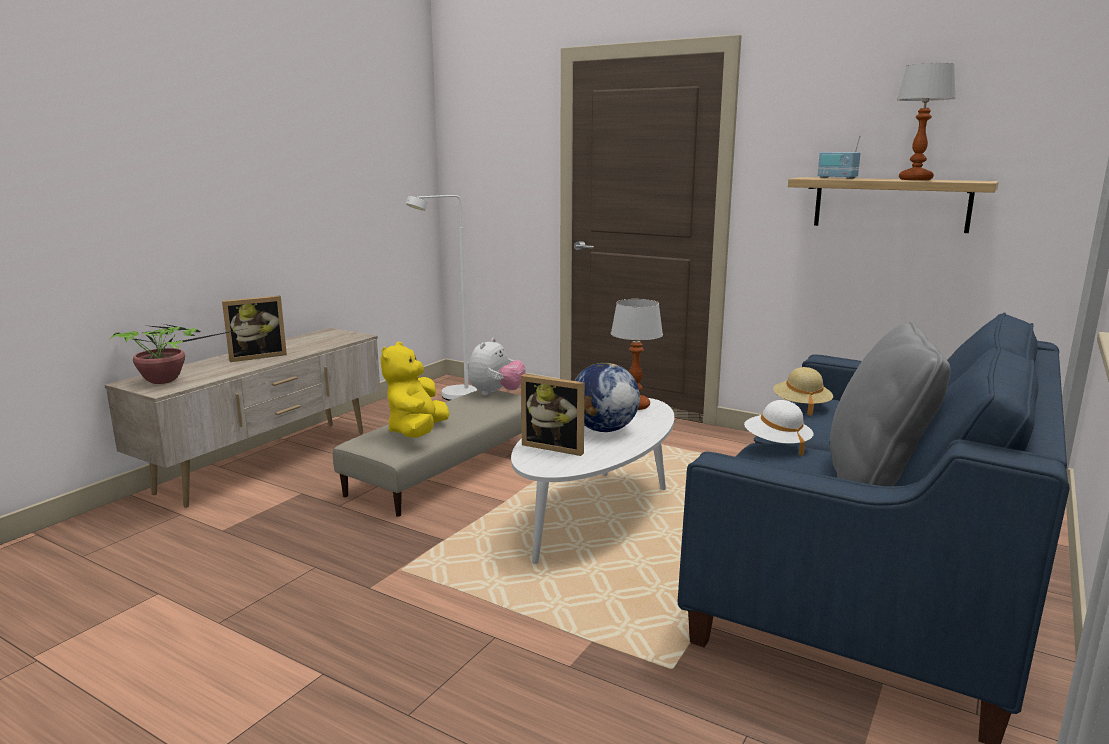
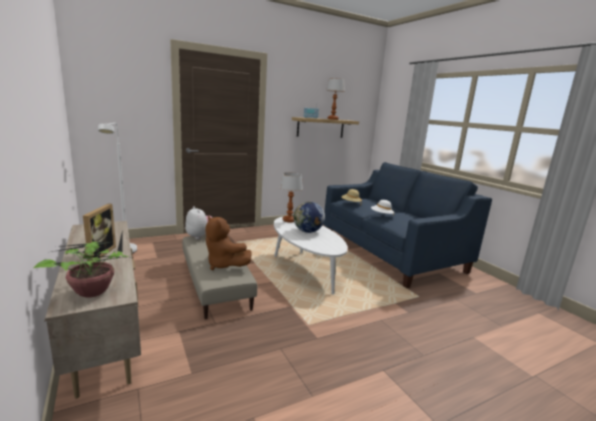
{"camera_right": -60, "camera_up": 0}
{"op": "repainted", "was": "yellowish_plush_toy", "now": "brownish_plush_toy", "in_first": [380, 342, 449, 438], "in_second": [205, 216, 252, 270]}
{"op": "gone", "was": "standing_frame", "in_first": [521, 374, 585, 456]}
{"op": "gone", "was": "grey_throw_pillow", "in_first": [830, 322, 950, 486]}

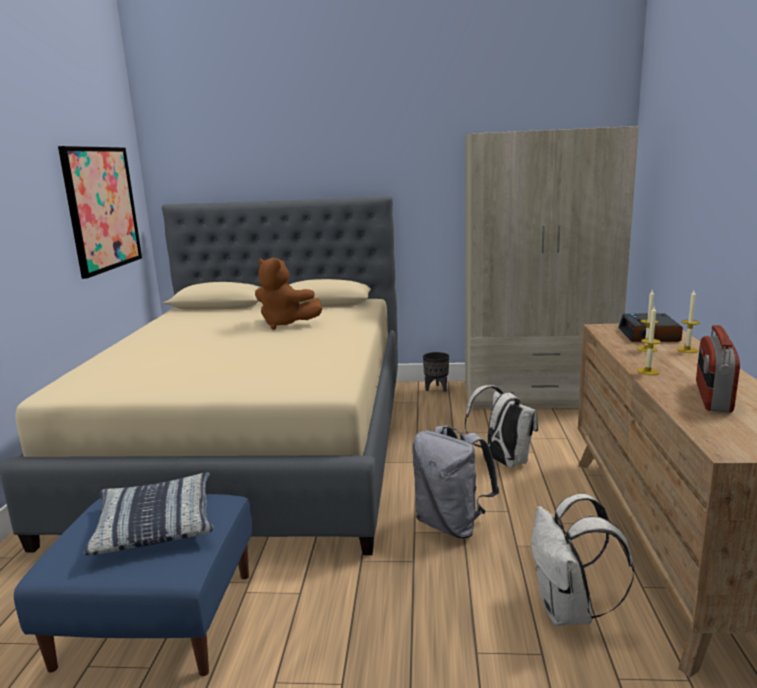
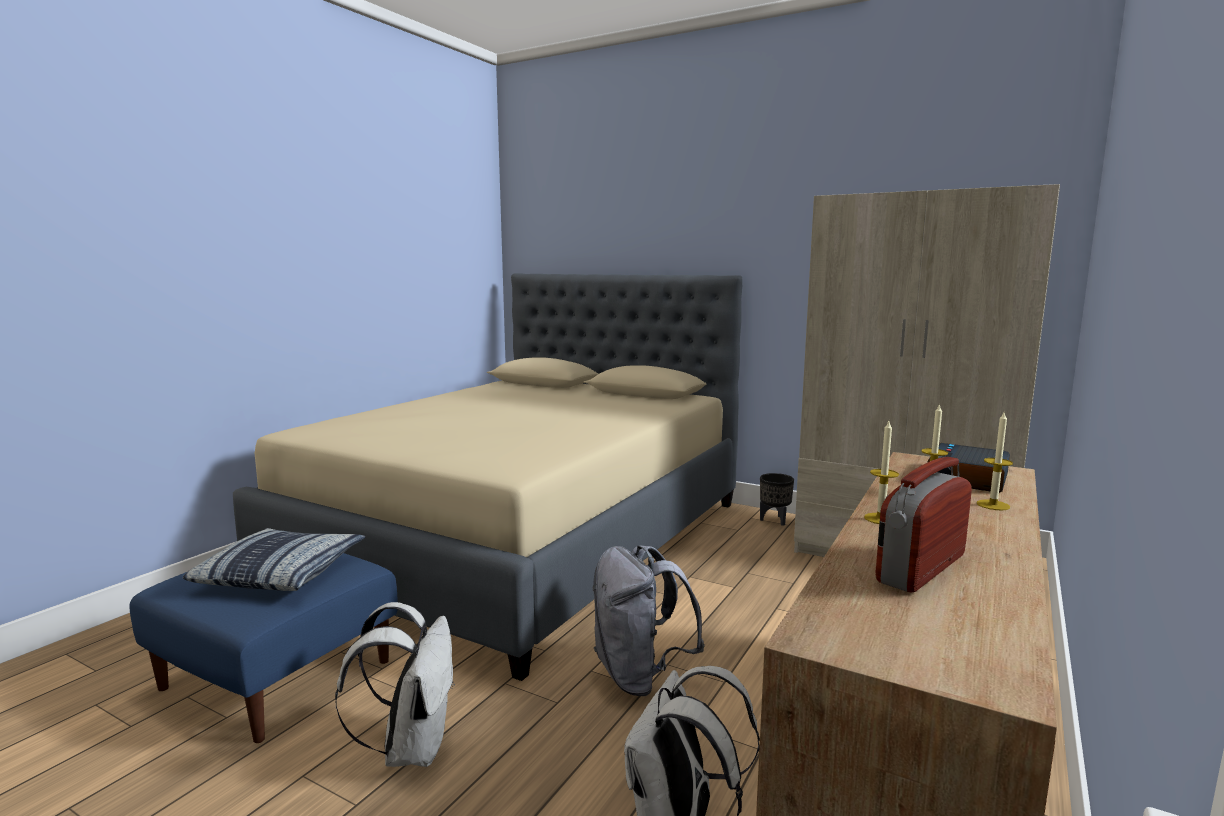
{"camera_right": 25, "camera_up": -5}
{"op": "gone", "was": "wall_art", "in_first": [58, 146, 142, 279]}
{"op": "gone", "was": "brownish_plush_toy", "in_first": [255, 258, 322, 330]}
{"op": "shifted", "was": "whitish_rucksack", "in_first": [465, 385, 538, 467], "in_second": [335, 602, 455, 767]}

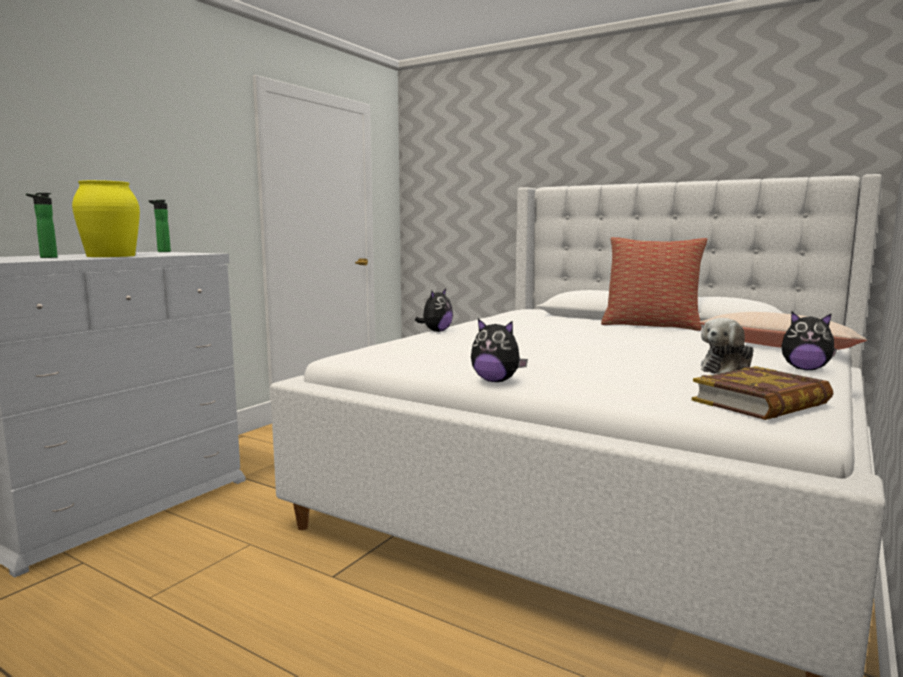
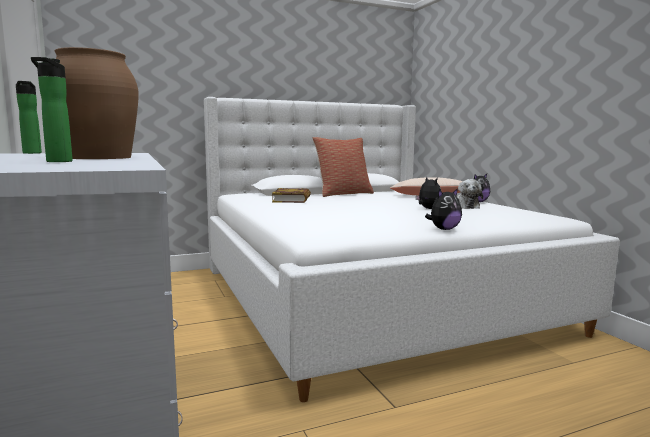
{"camera_right": -55, "camera_up": 0}
{"op": "repainted", "was": "yellowish_vase", "now": "brownish_vase", "in_first": [72, 180, 140, 257], "in_second": [55, 47, 139, 159]}
{"op": "shifted", "was": "plush_toy", "in_first": [415, 289, 453, 332], "in_second": [416, 177, 441, 209]}
{"op": "shifted", "was": "volume", "in_first": [692, 366, 834, 420], "in_second": [272, 188, 311, 203]}

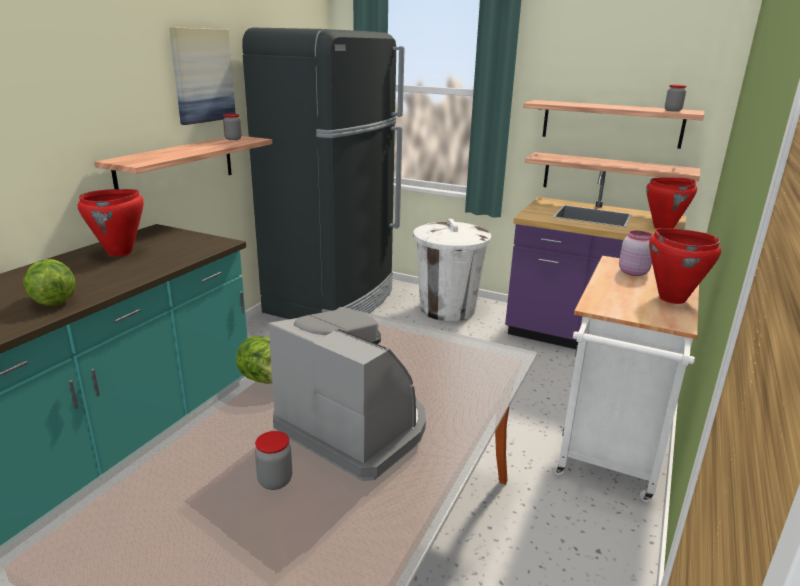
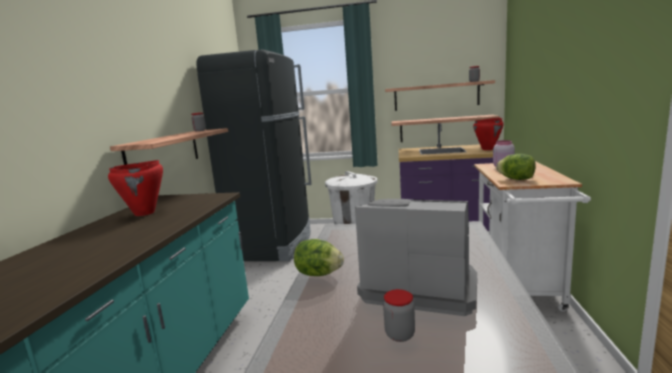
{"camera_right": -15, "camera_up": -10}
{"op": "shifted", "was": "lettuce_head", "in_first": [23, 259, 76, 306], "in_second": [496, 154, 536, 180]}
{"op": "gone", "was": "wall_art", "in_first": [169, 27, 236, 125]}
{"op": "gone", "was": "reddish_saucepot", "in_first": [649, 228, 721, 304]}

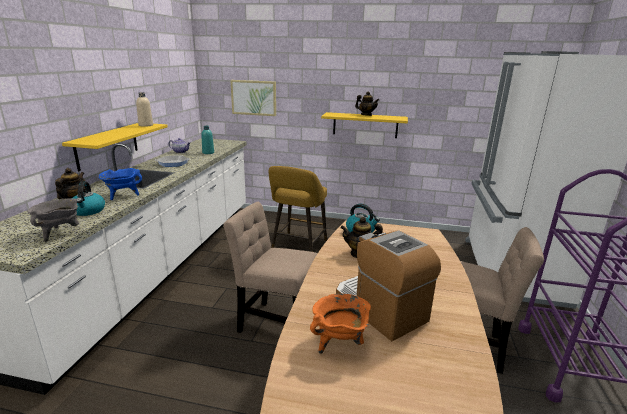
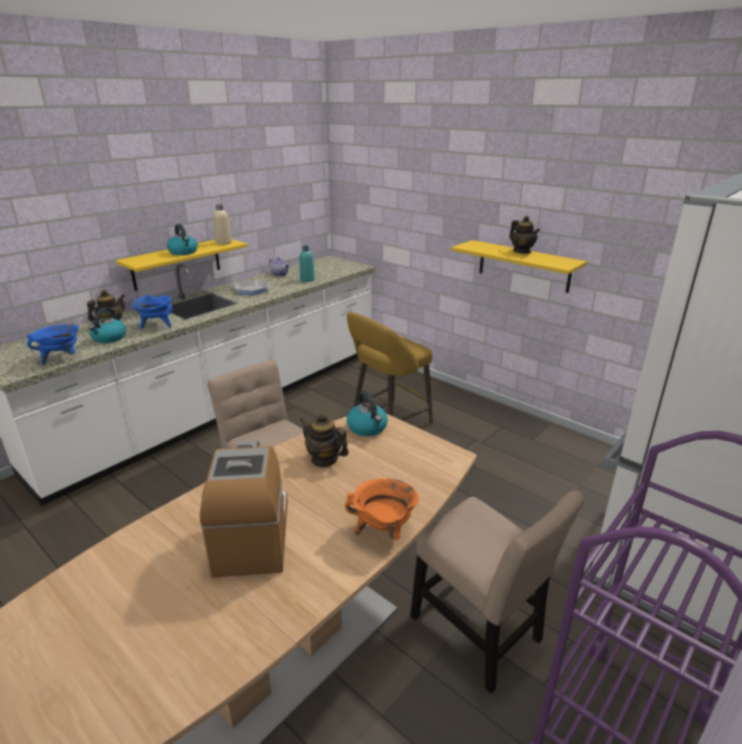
{"camera_right": 30, "camera_up": 5}
{"op": "repainted", "was": "grey_saucepot", "now": "blue-coloured_saucepot", "in_first": [27, 198, 79, 242], "in_second": [27, 324, 79, 365]}
{"op": "gone", "was": "wall_art", "in_first": [230, 80, 276, 116]}
{"op": "shifted", "was": "orange-coloured_saucepot", "in_first": [310, 294, 371, 354], "in_second": [345, 478, 419, 540]}
{"op": "new", "now": "kettle", "in_second": [167, 224, 198, 255]}

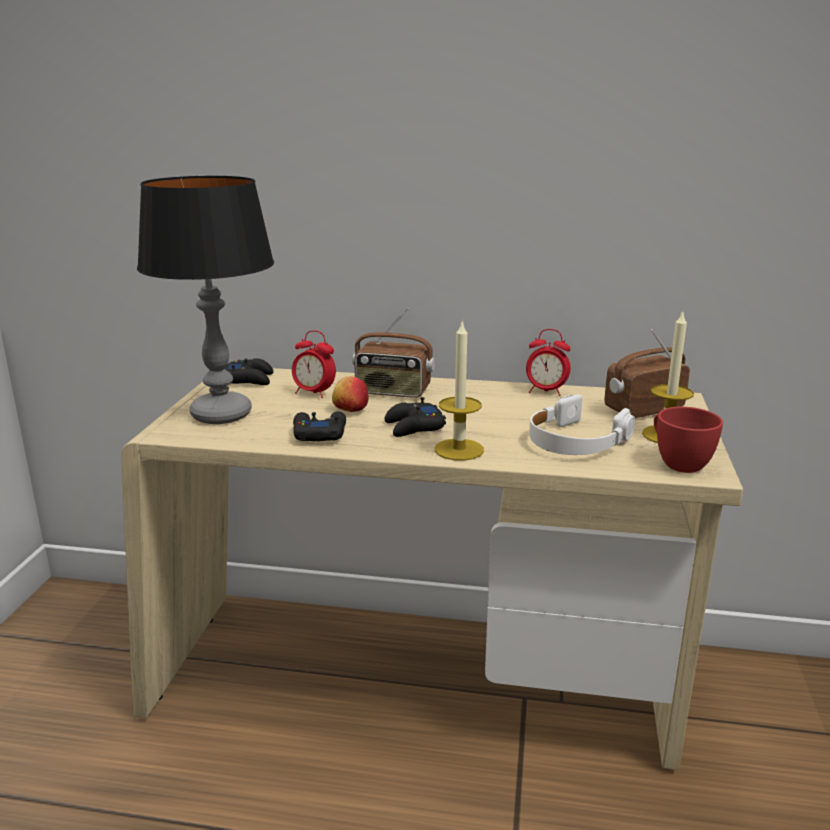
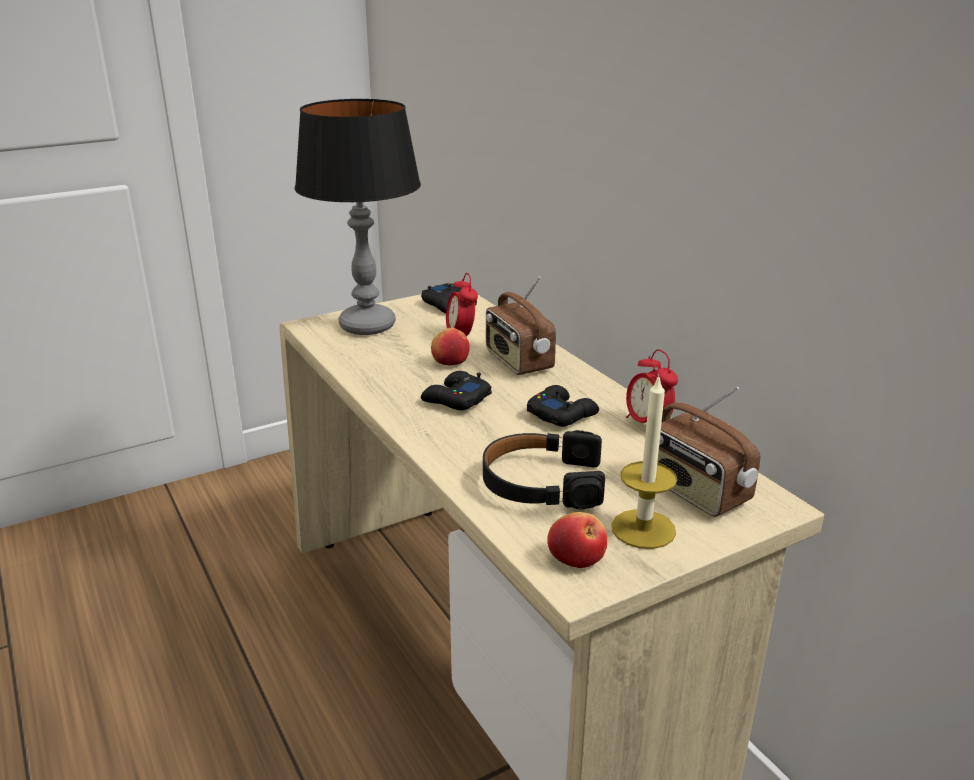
{"camera_right": 50, "camera_up": 5}
{"op": "shifted", "was": "blackish_game_controller", "in_first": [293, 411, 346, 442], "in_second": [527, 385, 599, 427]}
{"op": "gone", "was": "wax_light", "in_first": [435, 322, 484, 461]}
{"op": "repainted", "was": "whitish_headset", "now": "blackish_headset", "in_first": [529, 394, 635, 455], "in_second": [483, 430, 605, 510]}
{"op": "rotated", "was": "radio_set", "in_first": [604, 329, 690, 418], "in_second": [657, 387, 760, 517], "clockwise": -150}
{"op": "swapped", "was": "reddish_small_cup", "now": "apple", "in_first": [654, 407, 723, 473], "in_second": [547, 512, 607, 568]}

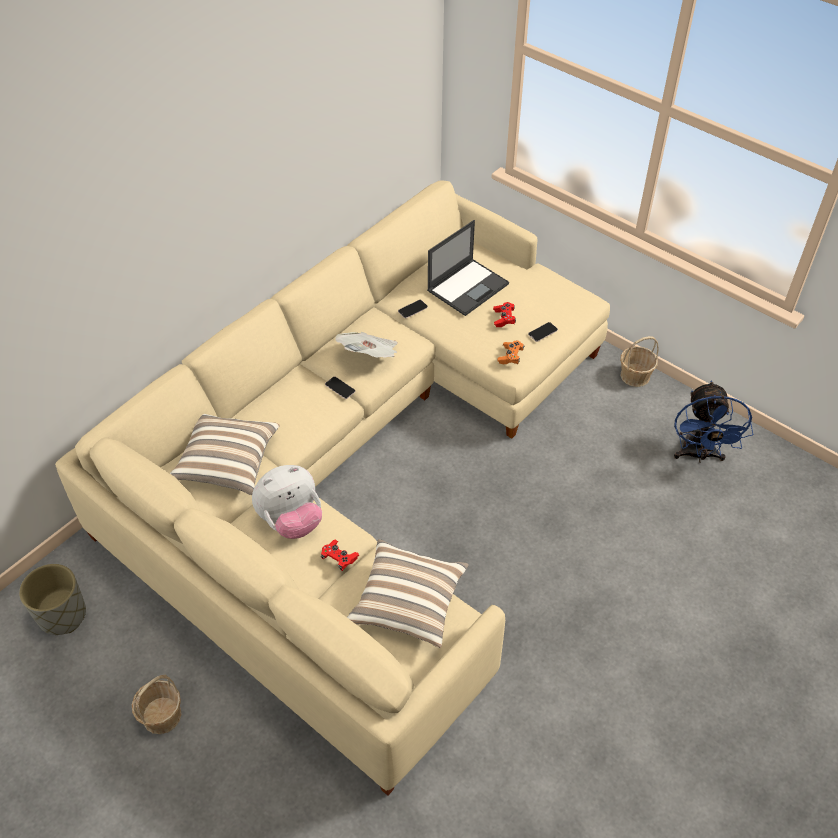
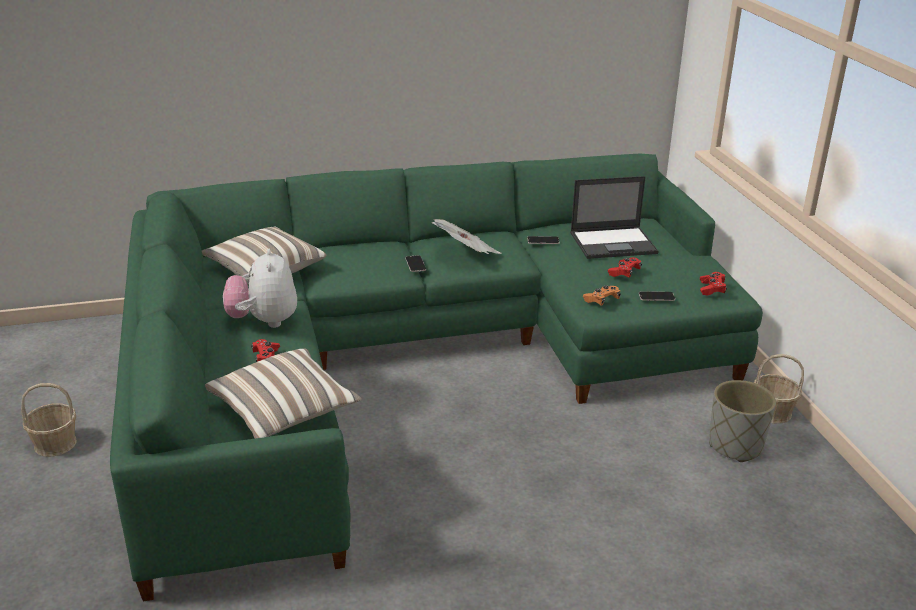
{"camera_right": 35, "camera_up": -20}
{"op": "shifted", "was": "grey_planter", "in_first": [19, 564, 86, 635], "in_second": [709, 380, 776, 462]}
{"op": "repainted", "was": "sand-coloured_settee", "now": "green_settee", "in_first": [55, 180, 610, 796], "in_second": [110, 154, 763, 601]}
{"op": "rotated", "was": "plush_toy", "in_first": [252, 465, 322, 539], "in_second": [223, 249, 297, 328], "clockwise": 75}
{"op": "gone", "was": "blue-coloured_cooling_fan", "in_first": [674, 381, 753, 463]}
{"op": "new", "now": "reddish_game_controller", "in_second": [700, 272, 727, 295]}

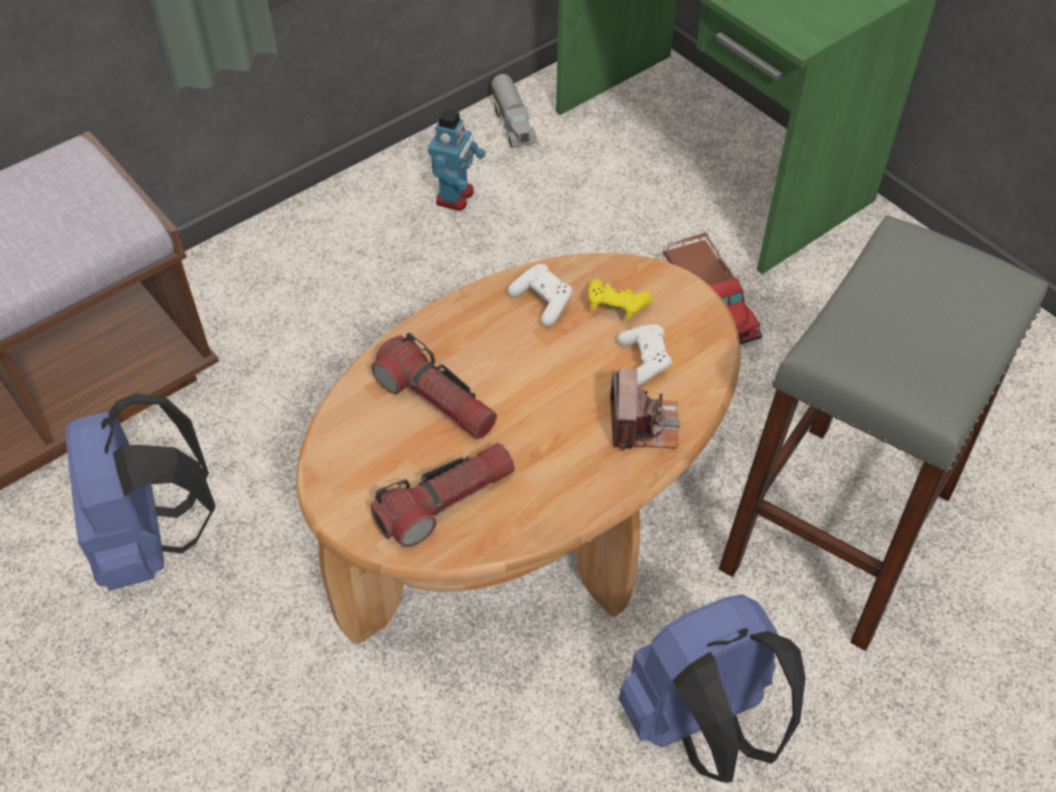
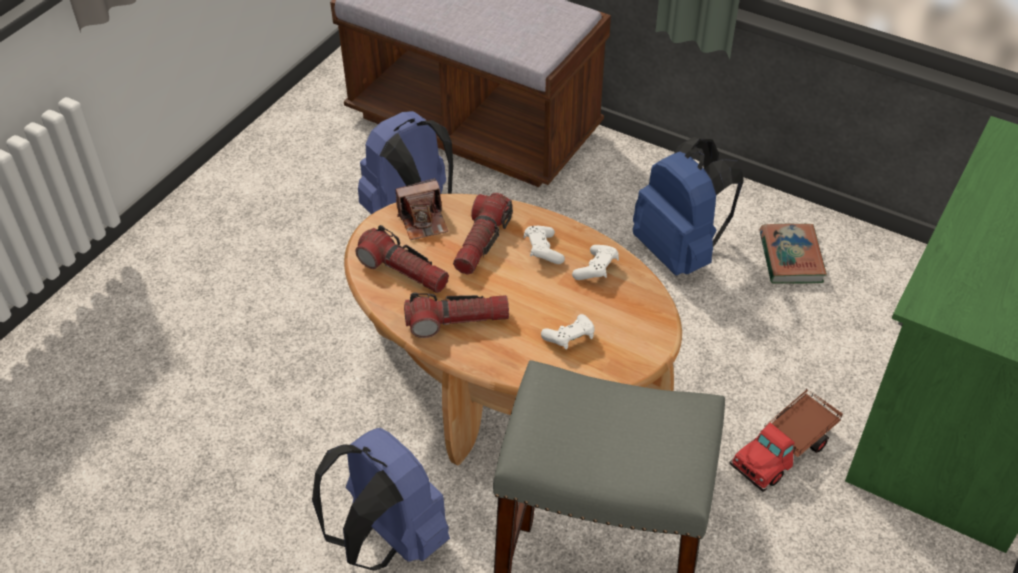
{"camera_right": 70, "camera_up": -5}
{"op": "swapped", "was": "toy_robot", "now": "volume", "in_first": [428, 109, 486, 211], "in_second": [760, 223, 827, 284]}
{"op": "gone", "was": "model_truck", "in_first": [491, 74, 538, 148]}
{"op": "gone", "was": "yellowish_game_controller", "in_first": [588, 279, 652, 319]}
{"op": "shifted", "was": "still_camera", "in_first": [610, 369, 680, 451], "in_second": [395, 178, 448, 240]}
{"op": "new", "now": "flashlight", "in_second": [404, 292, 509, 338]}
{"op": "new", "now": "whitish_game_controller", "in_second": [523, 226, 565, 264]}
{"op": "new", "now": "blue-coloured_rucksack", "in_second": [633, 137, 744, 276]}

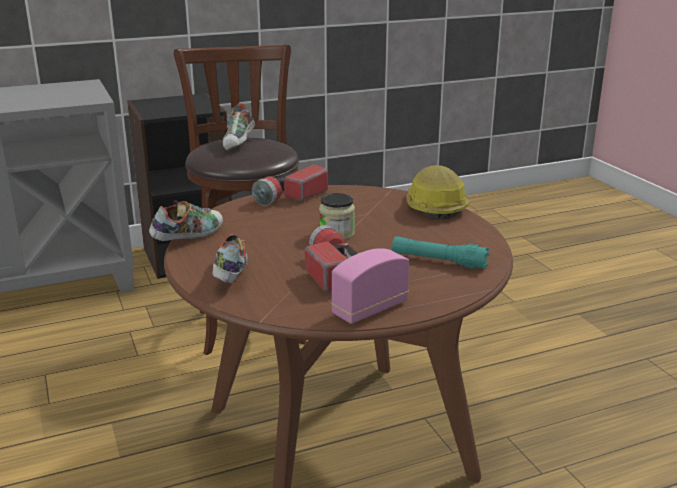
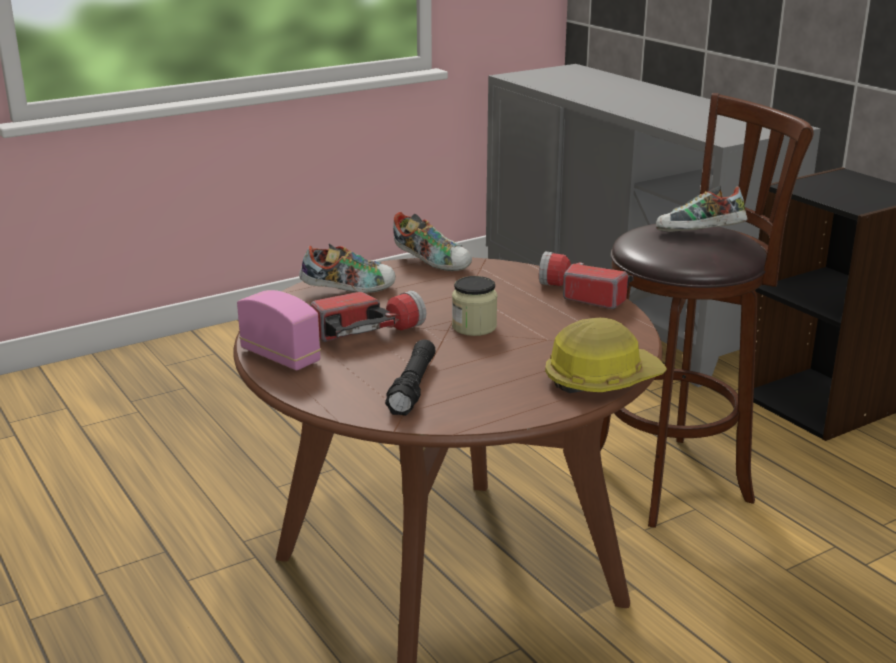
{"camera_right": 80, "camera_up": 0}
{"op": "repainted", "was": "turquoise-coloured_flashlight", "now": "blackish_flashlight", "in_first": [392, 236, 489, 269], "in_second": [385, 339, 435, 416]}

